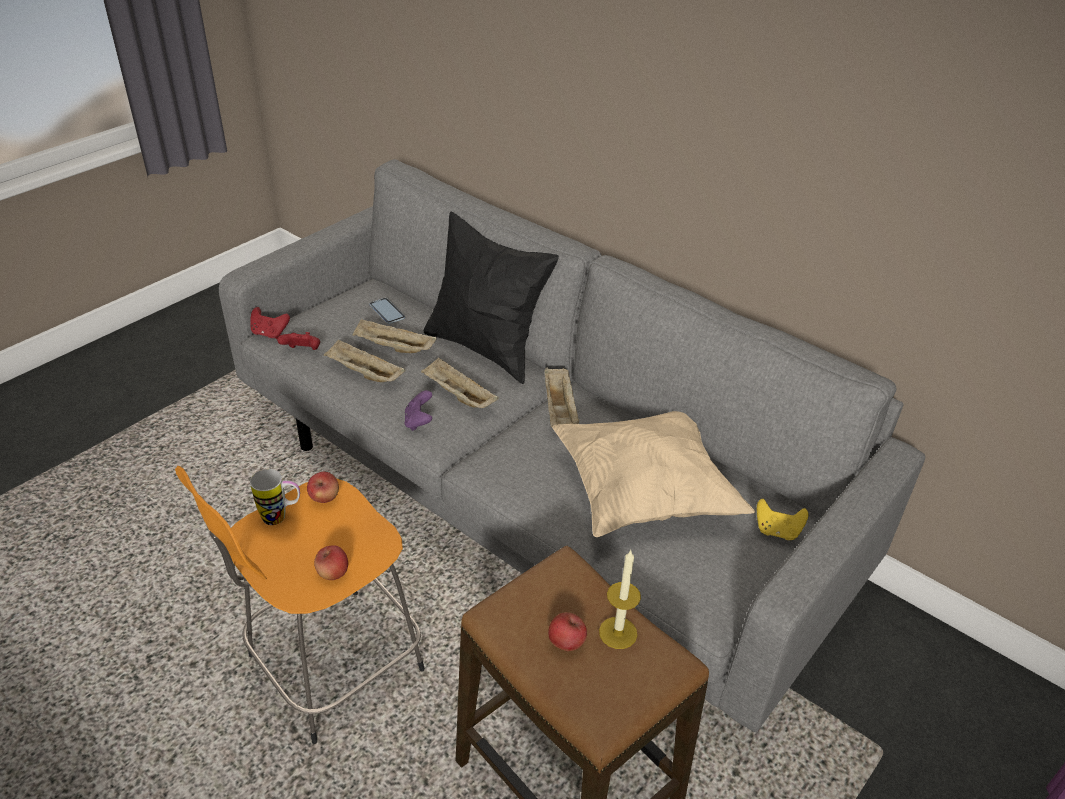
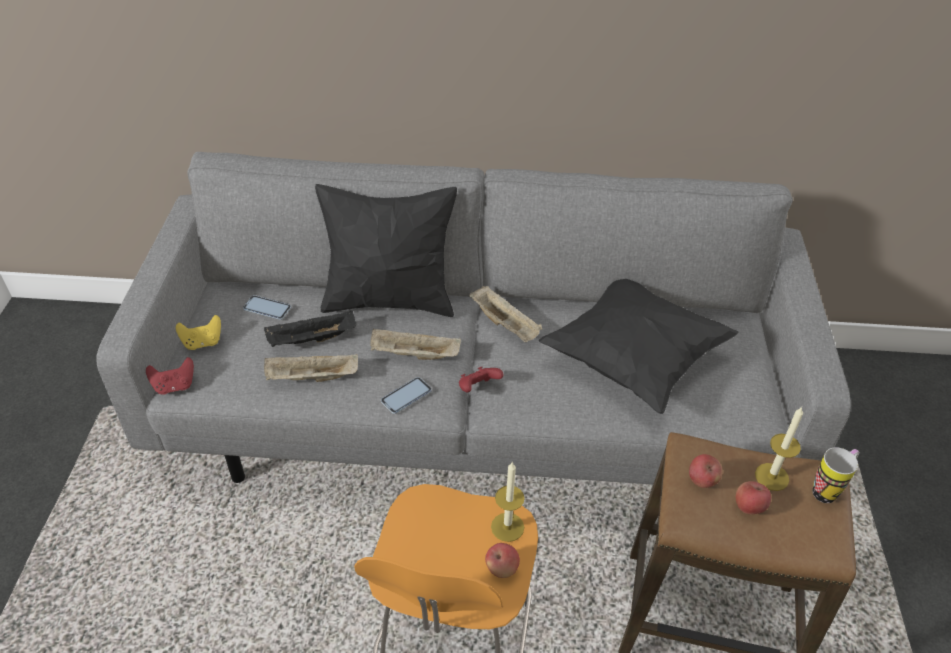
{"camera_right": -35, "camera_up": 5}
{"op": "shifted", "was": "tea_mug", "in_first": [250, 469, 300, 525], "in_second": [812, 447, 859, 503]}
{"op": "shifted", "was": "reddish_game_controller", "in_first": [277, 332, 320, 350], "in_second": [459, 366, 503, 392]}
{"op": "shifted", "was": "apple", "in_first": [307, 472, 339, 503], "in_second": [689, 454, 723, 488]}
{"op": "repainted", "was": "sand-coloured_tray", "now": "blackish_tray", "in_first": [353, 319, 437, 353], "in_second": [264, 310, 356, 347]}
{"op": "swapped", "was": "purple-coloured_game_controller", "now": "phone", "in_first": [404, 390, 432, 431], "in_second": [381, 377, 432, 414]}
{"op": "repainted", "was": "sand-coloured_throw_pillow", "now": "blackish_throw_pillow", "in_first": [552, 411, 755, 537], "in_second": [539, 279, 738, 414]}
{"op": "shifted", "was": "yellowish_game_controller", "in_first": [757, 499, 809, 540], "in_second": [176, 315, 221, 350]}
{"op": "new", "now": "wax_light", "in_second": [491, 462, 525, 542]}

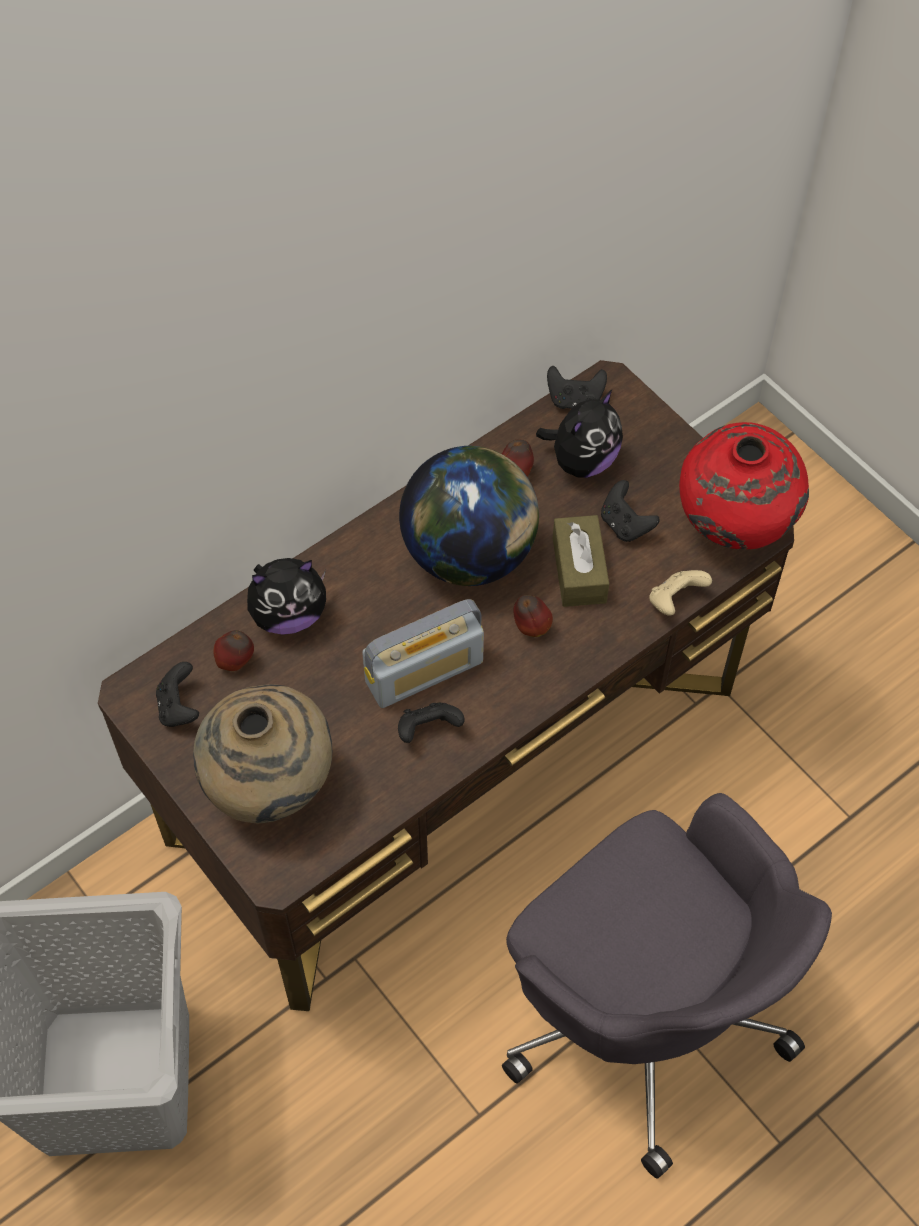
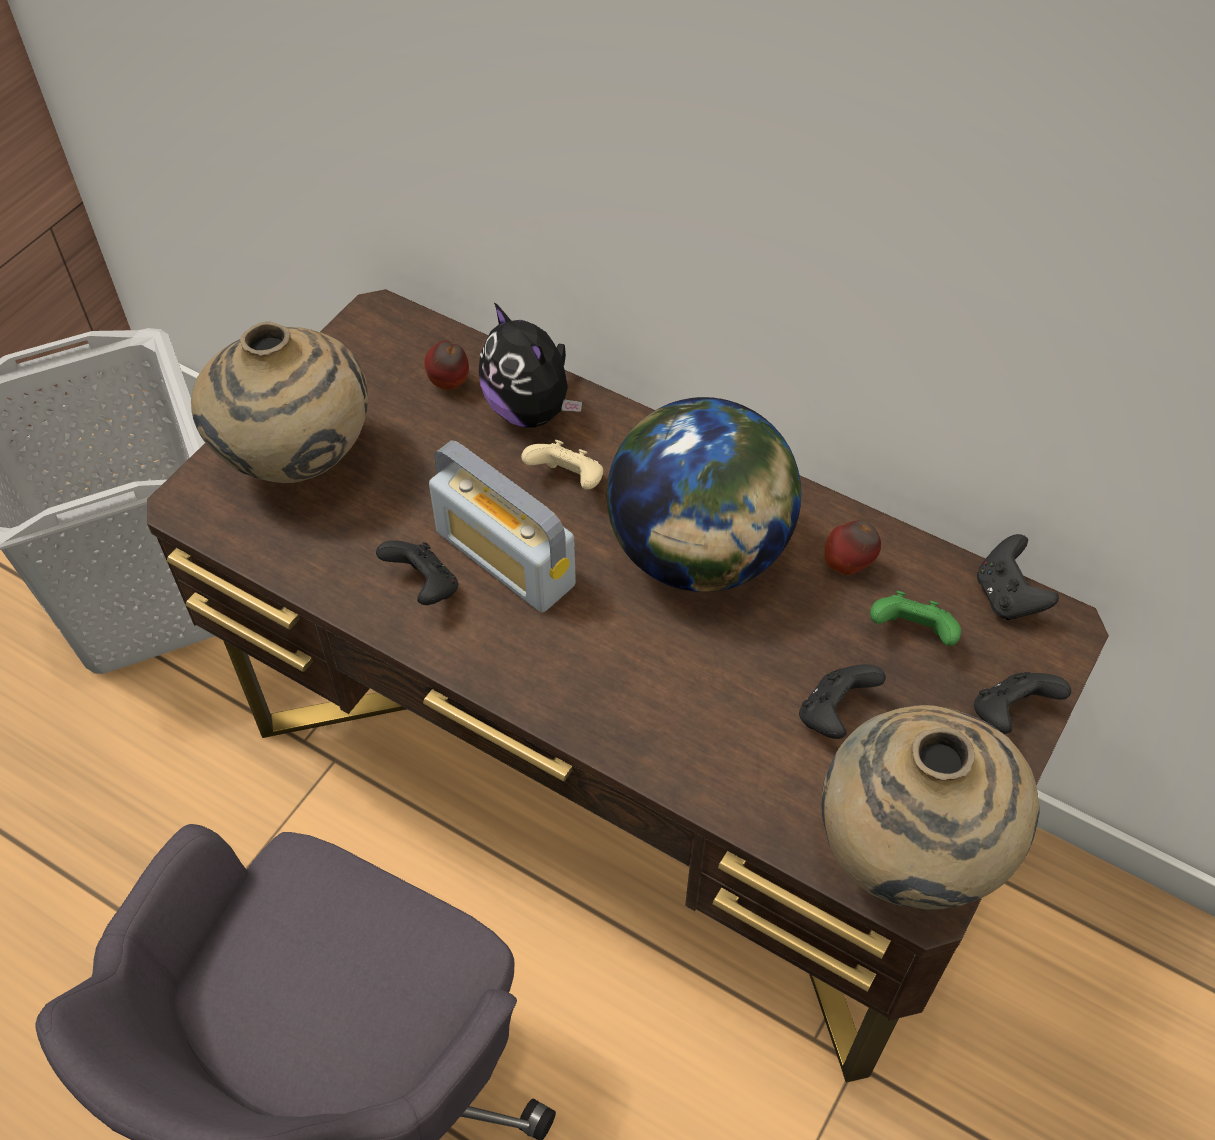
{"camera_right": 70, "camera_up": -5}
{"op": "shifted", "was": "blackish_game_controller", "in_first": [156, 662, 199, 727], "in_second": [974, 672, 1071, 734]}
{"op": "gone", "was": "apple", "in_first": [514, 595, 553, 637]}
{"op": "swapped", "was": "plush_toy", "now": "green_game_controller", "in_first": [536, 389, 623, 478], "in_second": [870, 591, 961, 646]}
{"op": "gone", "was": "brownish_tissue_box", "in_first": [553, 515, 609, 607]}
{"op": "shifted", "was": "sand-coloured_game_controller", "in_first": [649, 570, 712, 616], "in_second": [521, 440, 603, 490]}
{"op": "repainted", "was": "reddish_vase", "now": "sand-coloured_vase", "in_first": [679, 422, 809, 549], "in_second": [821, 705, 1040, 909]}

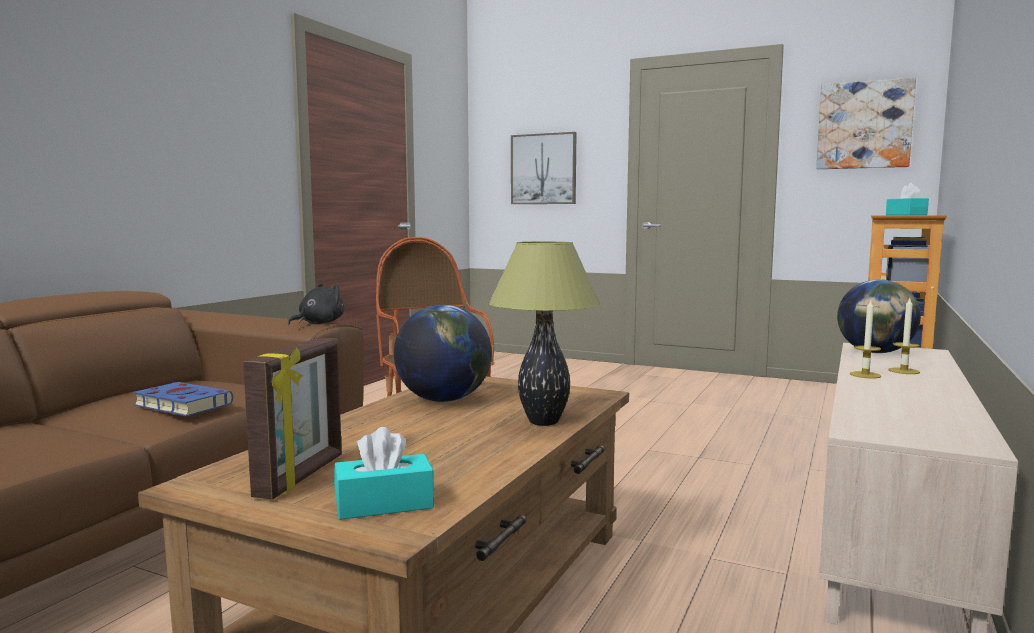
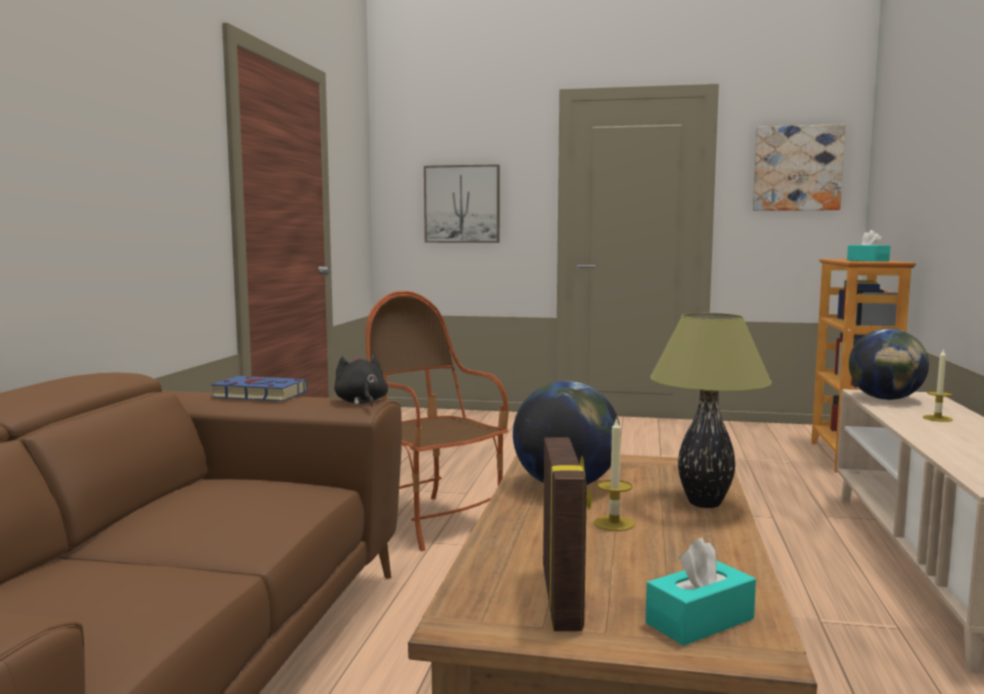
{"camera_right": -15, "camera_up": 0}
{"op": "shifted", "was": "blue-coloured_volume", "in_first": [133, 382, 233, 416], "in_second": [211, 376, 308, 401]}
{"op": "rotated", "was": "blackish_plush_toy", "in_first": [288, 283, 344, 324], "in_second": [334, 354, 388, 407], "clockwise": -45}
{"op": "shifted", "was": "wax_light", "in_first": [850, 301, 881, 378], "in_second": [594, 417, 635, 531]}

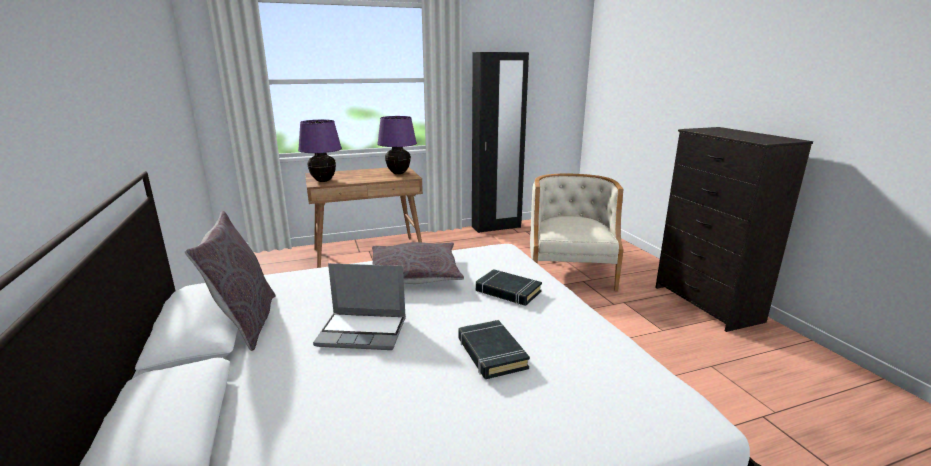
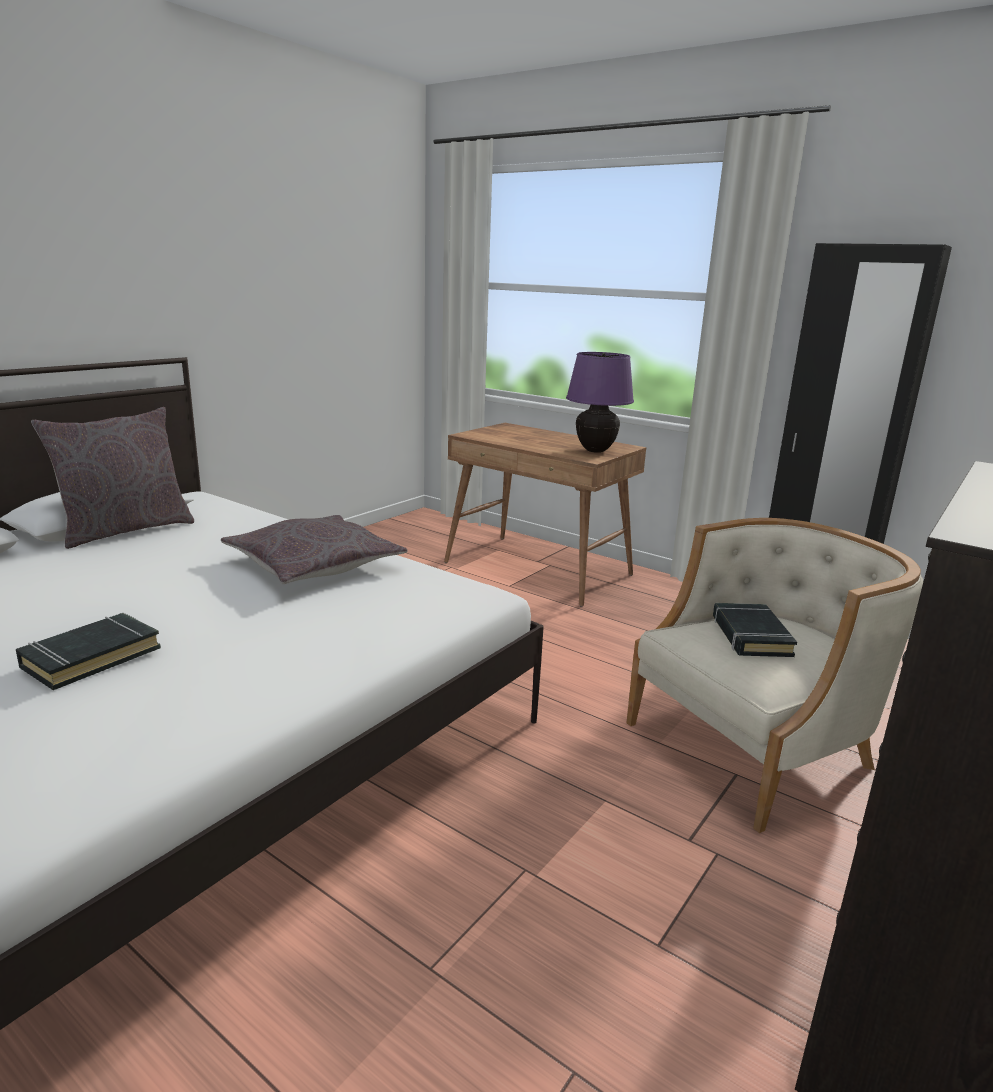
{"camera_right": 55, "camera_up": 0}
{"op": "gone", "was": "purple-coloured_tabletop_lamp", "in_first": [298, 120, 342, 182]}
{"op": "gone", "was": "notebook_computer", "in_first": [313, 263, 406, 350]}
{"op": "shifted", "was": "blackish_volume", "in_first": [476, 269, 542, 306], "in_second": [713, 603, 797, 657]}

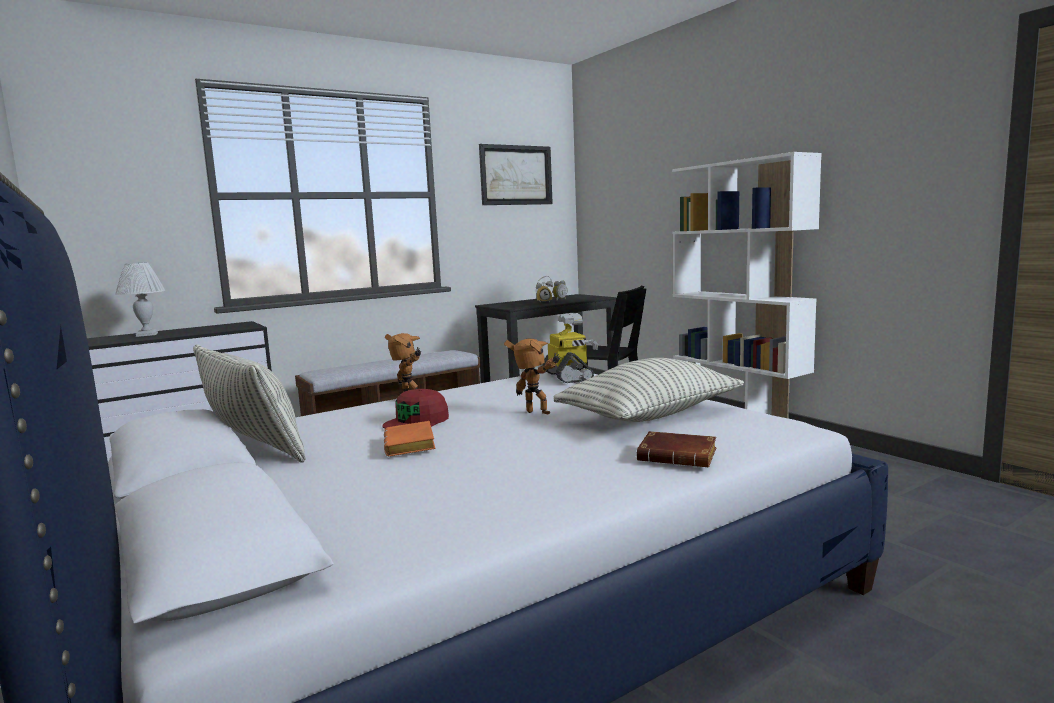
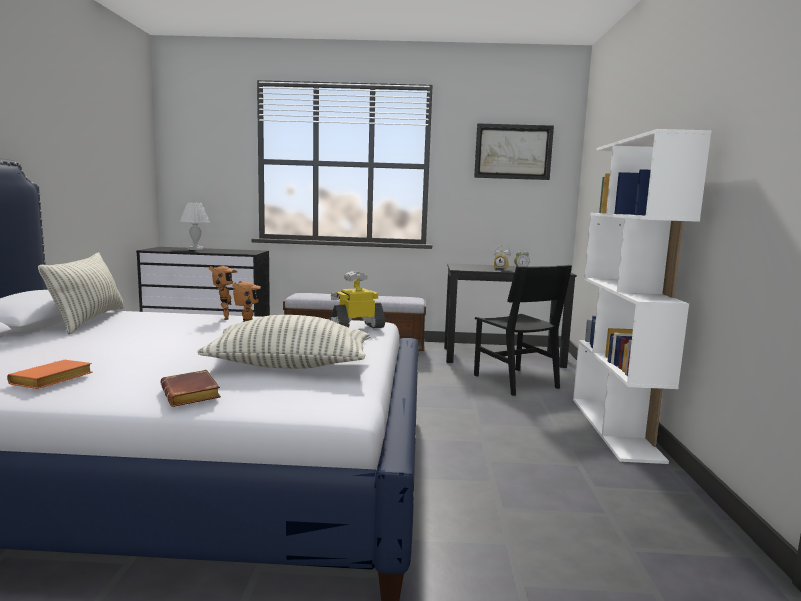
{"camera_right": 35, "camera_up": 0}
{"op": "gone", "was": "reddish_baseball_cap", "in_first": [382, 389, 449, 429]}
{"op": "shifted", "was": "orange-coloured_volume", "in_first": [384, 421, 435, 456], "in_second": [7, 360, 93, 389]}
{"op": "rotated", "was": "toy_robot", "in_first": [542, 313, 598, 383], "in_second": [329, 271, 385, 328], "clockwise": -135}

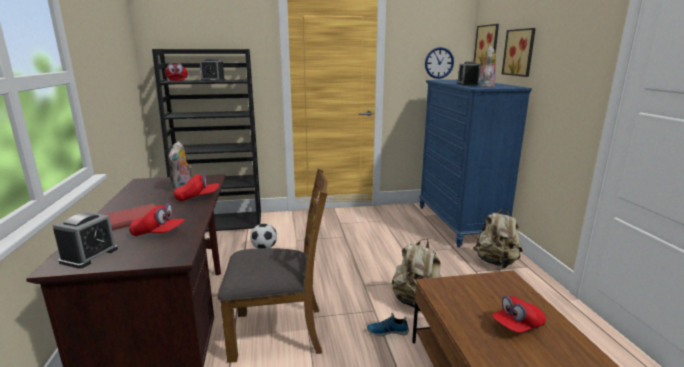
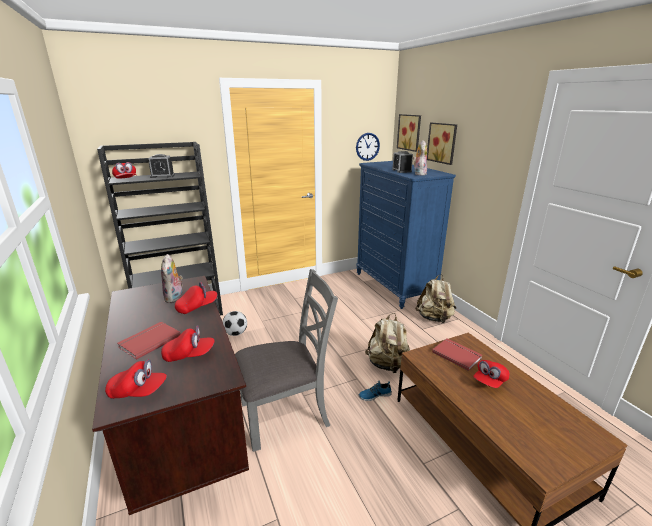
{"camera_right": -15, "camera_up": 5}
{"op": "swapped", "was": "bedside_clock", "now": "reddish_baseball_cap", "in_first": [53, 212, 118, 269], "in_second": [105, 359, 167, 399]}
{"op": "repainted", "was": "brownish_plain_chair", "now": "grey_plain_chair", "in_first": [218, 169, 328, 363], "in_second": [235, 269, 338, 452]}
{"op": "new", "now": "reddish_volume", "in_second": [432, 338, 482, 371]}

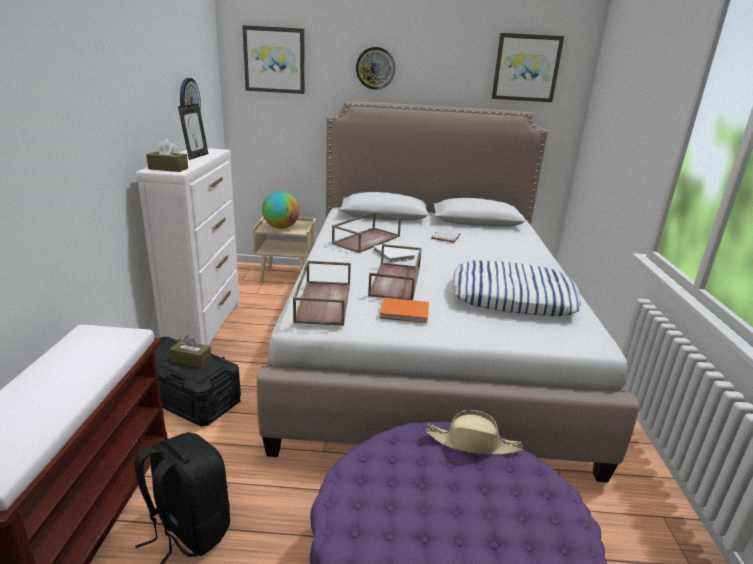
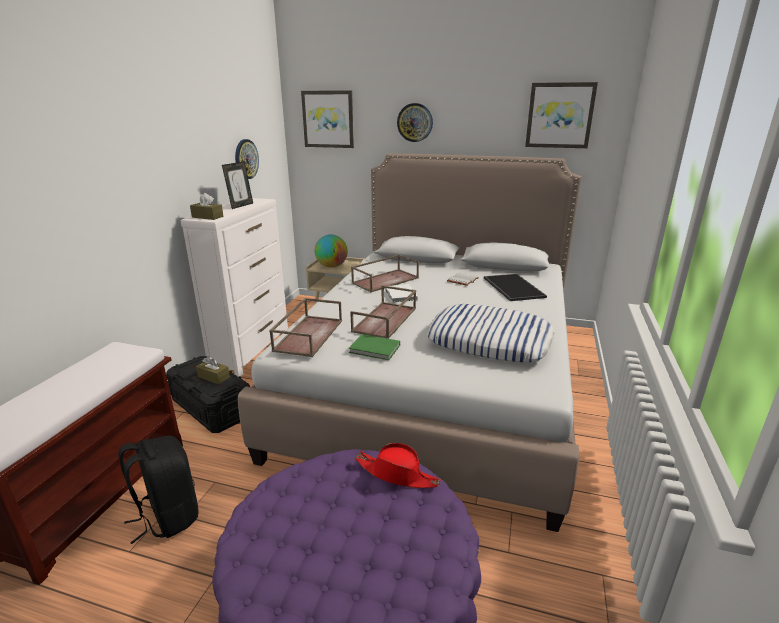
{"camera_right": 15, "camera_up": 0}
{"op": "repainted", "was": "orange-coloured_volume", "now": "green_volume", "in_first": [380, 298, 429, 323], "in_second": [349, 334, 400, 360]}
{"op": "repainted", "was": "sand-coloured_hat", "now": "reddish_hat", "in_first": [426, 410, 523, 455], "in_second": [355, 443, 441, 488]}
{"op": "new", "now": "tray", "in_second": [484, 274, 547, 301]}

